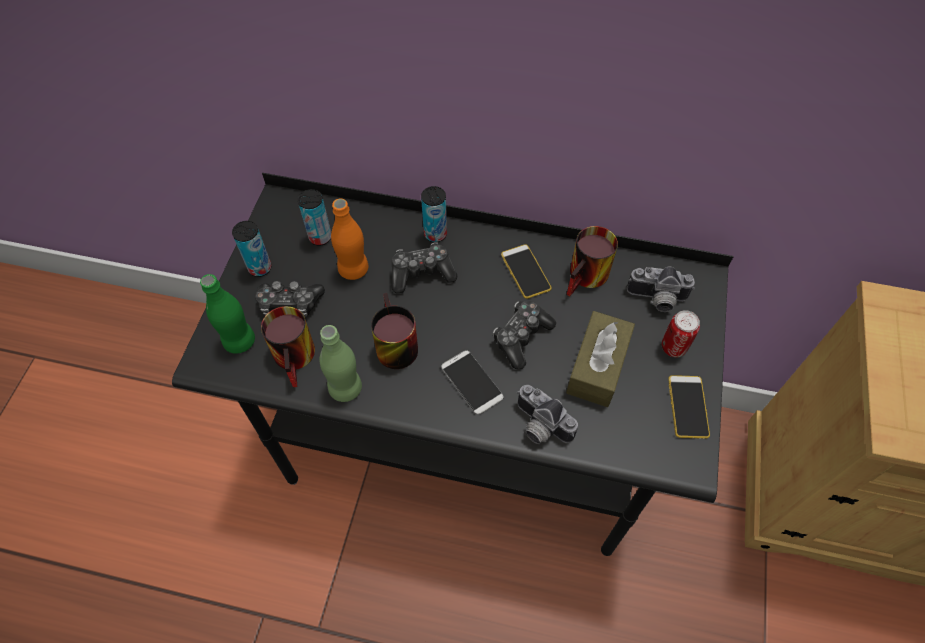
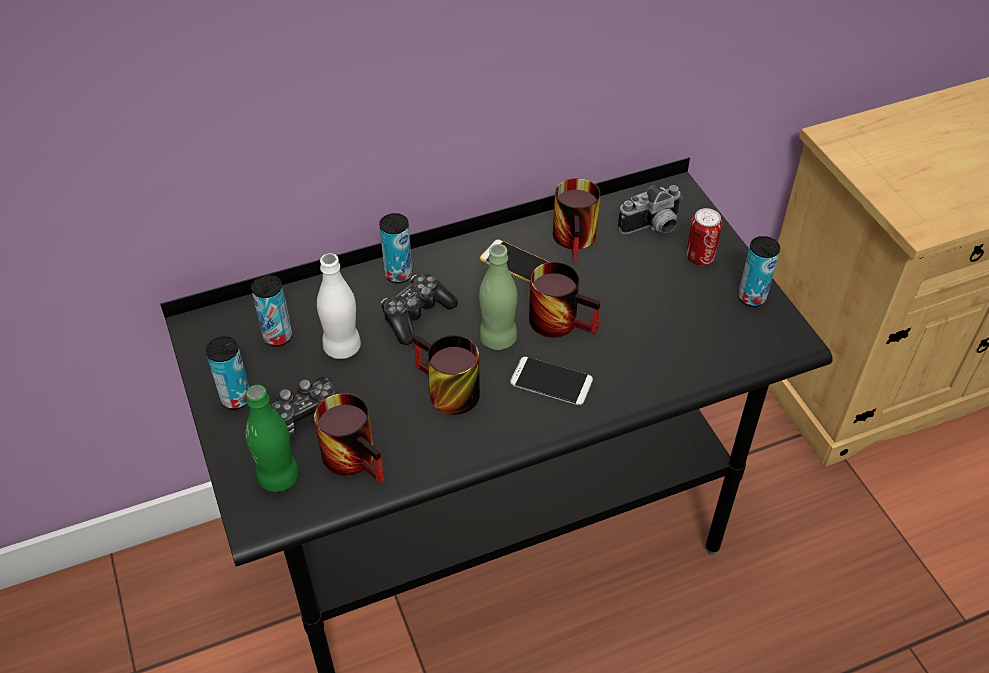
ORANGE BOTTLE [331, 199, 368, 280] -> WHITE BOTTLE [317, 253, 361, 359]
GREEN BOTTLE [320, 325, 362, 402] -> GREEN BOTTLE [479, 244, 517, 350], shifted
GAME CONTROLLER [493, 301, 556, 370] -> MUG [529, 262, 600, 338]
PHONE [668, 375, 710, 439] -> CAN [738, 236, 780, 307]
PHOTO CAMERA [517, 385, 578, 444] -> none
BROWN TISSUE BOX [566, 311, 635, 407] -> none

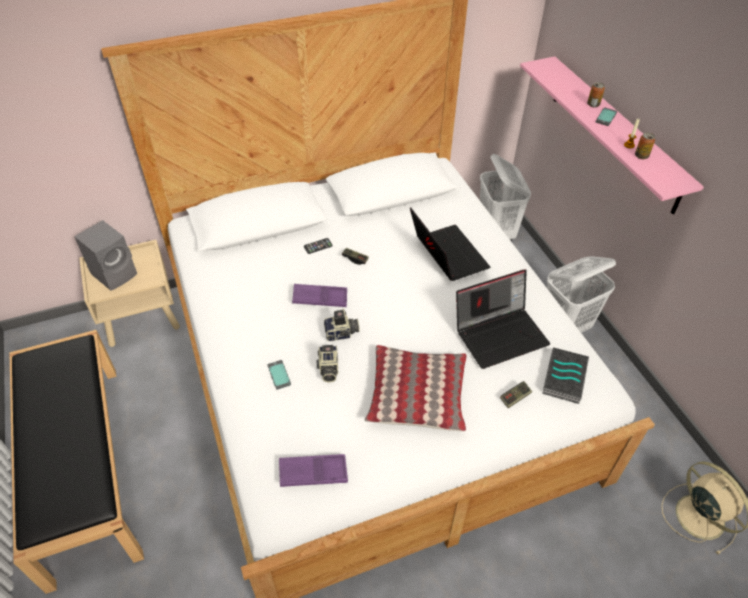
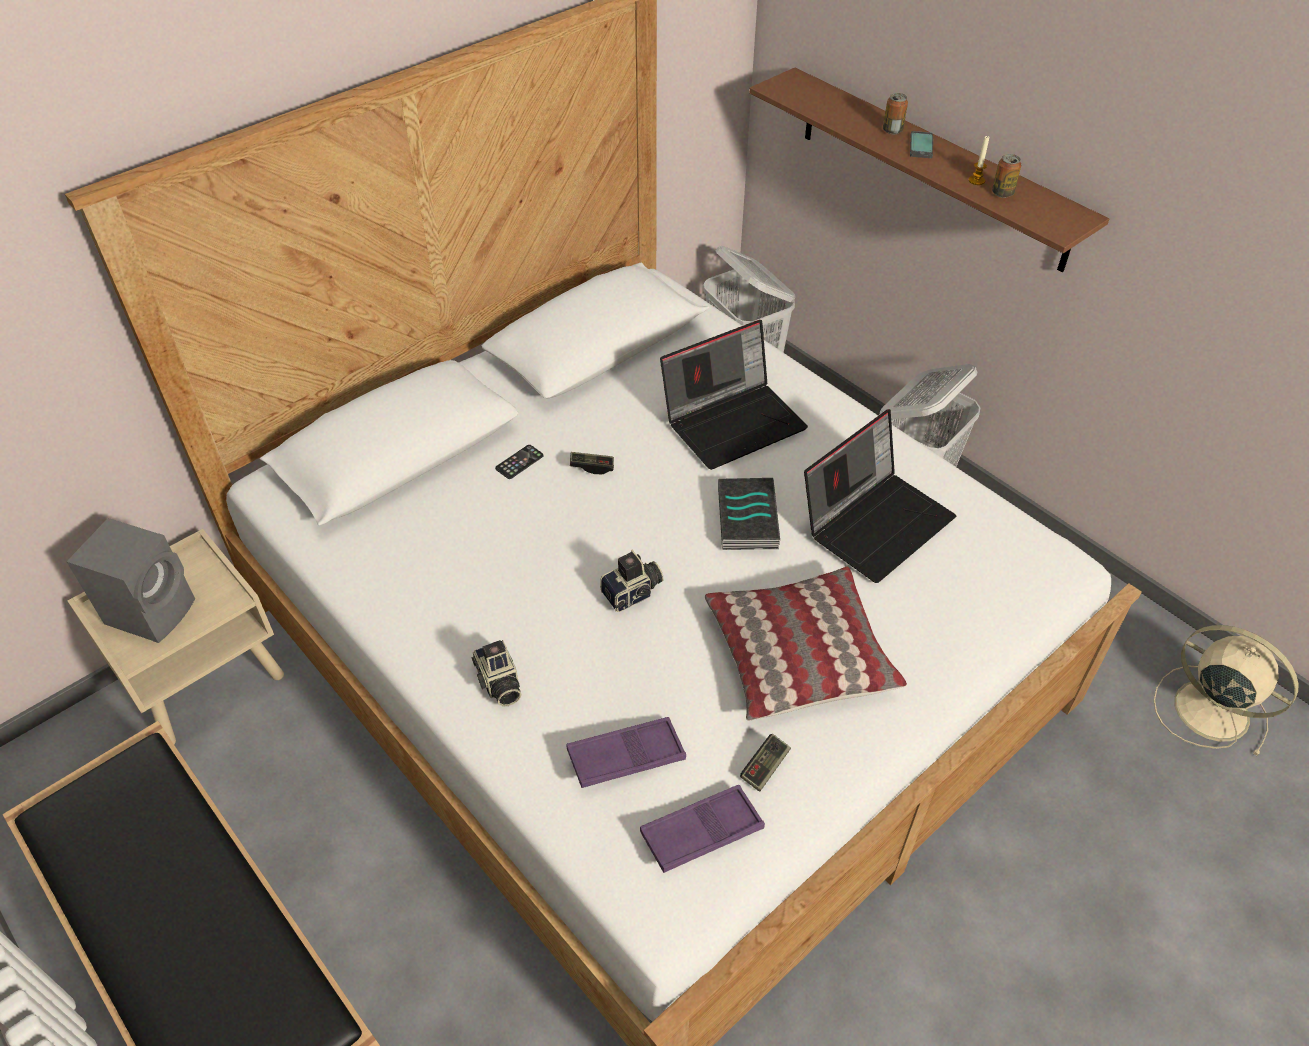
PHOTO CAMERA [316, 345, 339, 383] -> PHOTO CAMERA [471, 640, 521, 707], shifted
PURPLE TRAY [292, 284, 347, 307] -> PURPLE TRAY [567, 717, 686, 788], shifted
LAPTOP [410, 207, 490, 281] -> LAPTOP [660, 320, 808, 470], 105 degrees clockwise
BOOK [542, 348, 589, 404] -> BOOK [718, 478, 780, 550], shifted
GAME CONTROLLER [500, 381, 532, 408] -> GAME CONTROLLER [740, 734, 791, 792], shifted
PINK SHELF [520, 56, 704, 214] -> BROWN SHELF [749, 67, 1109, 272]
PHONE [268, 360, 291, 390] -> none

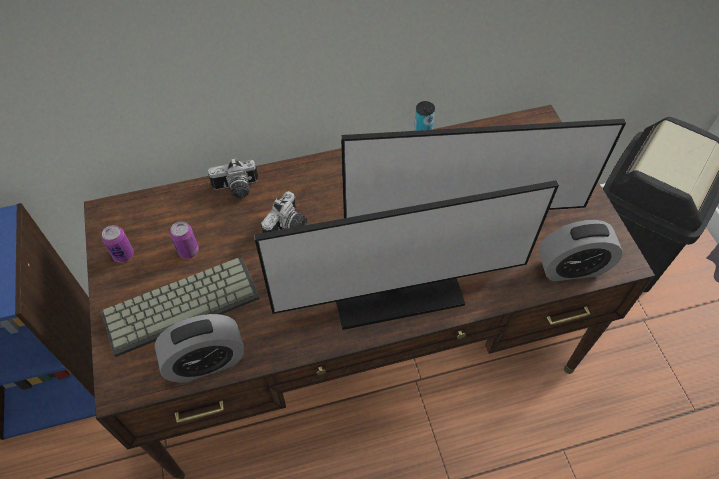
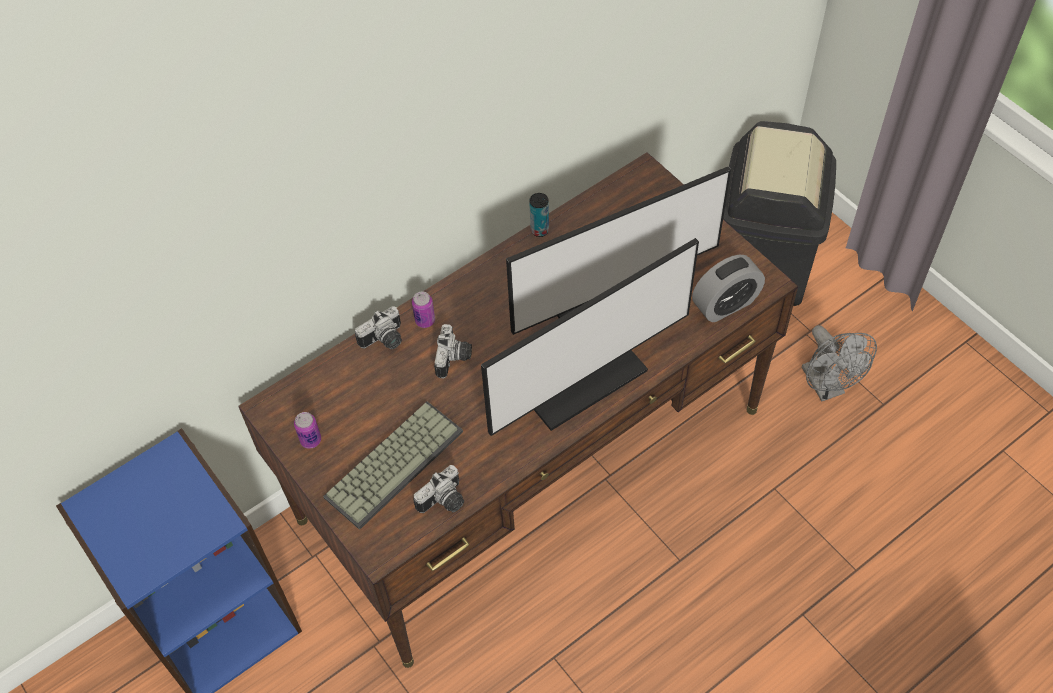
CAN [170, 221, 199, 259] -> CAN [412, 291, 435, 328], shifted
ALARM CLOCK [155, 314, 245, 383] -> PHOTO CAMERA [413, 465, 464, 513]
none -> GREY FAN [802, 325, 877, 401]

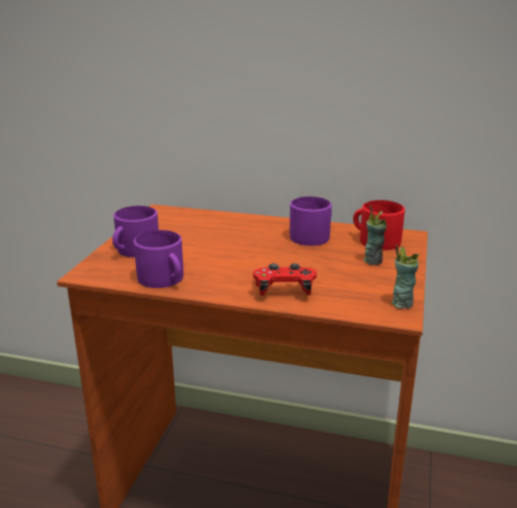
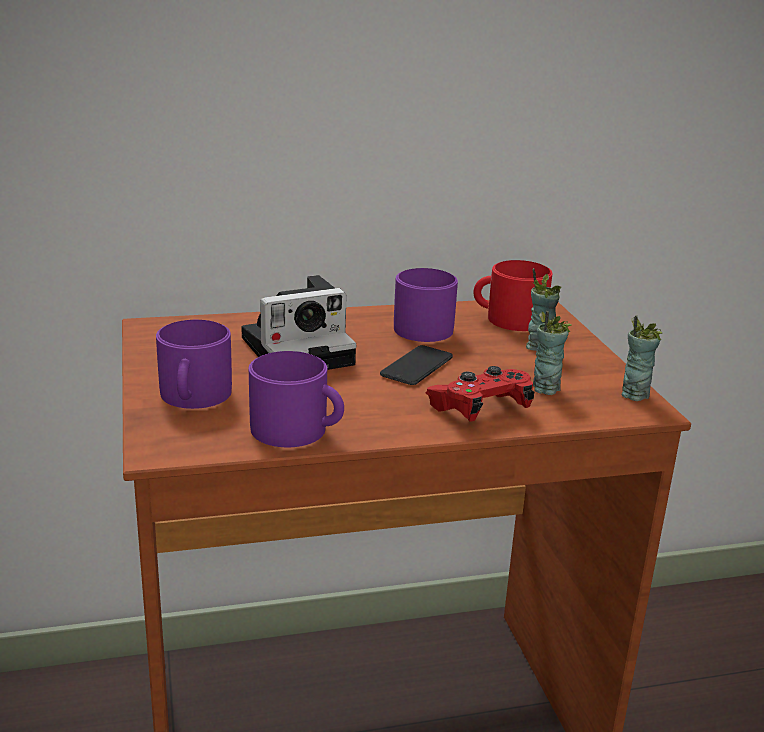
none -> PHOTO CAMERA [241, 275, 356, 370]
none -> PHONE [380, 345, 453, 385]
none -> CUP [533, 311, 572, 395]

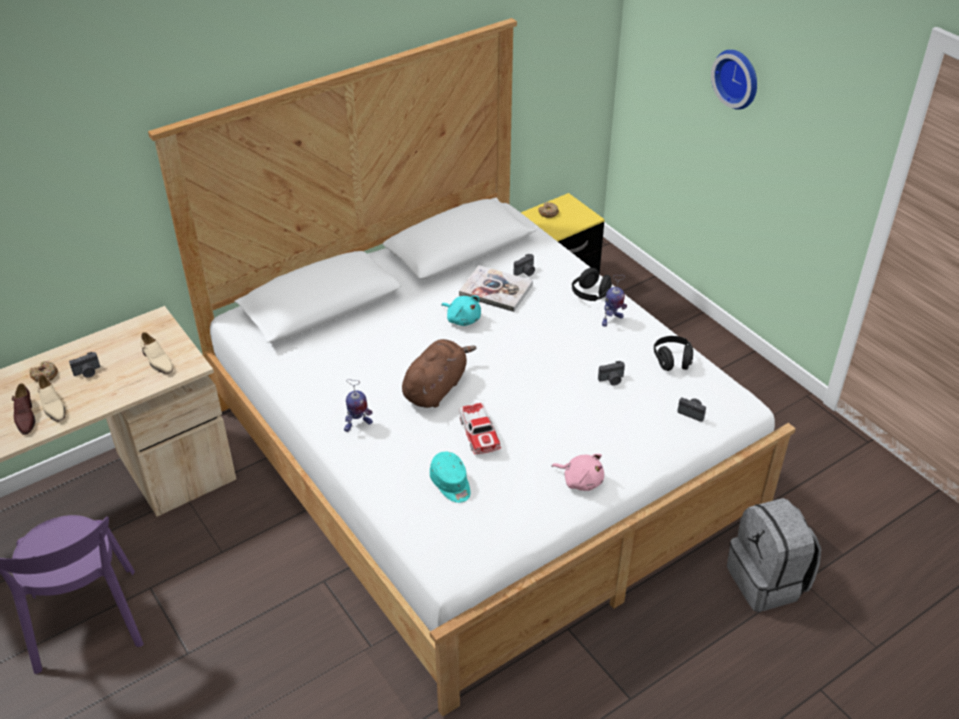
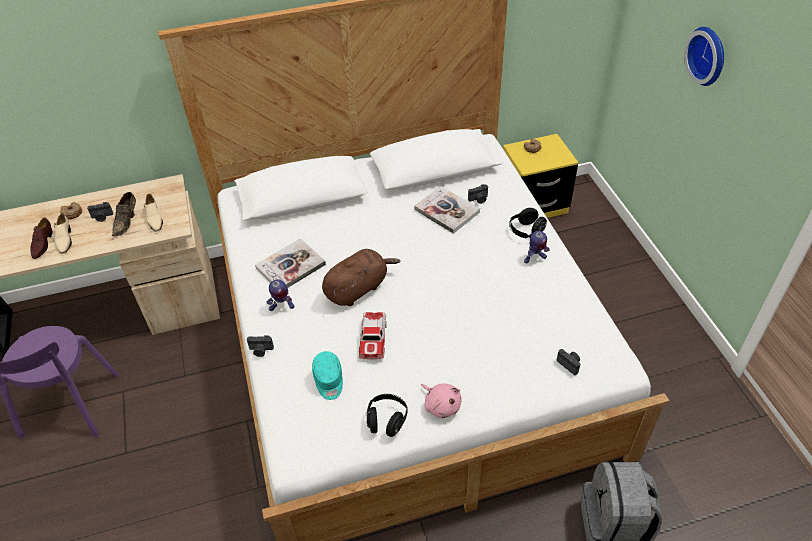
none -> BROWN SHOE [112, 192, 136, 236]
PHOTO CAMERA [598, 361, 625, 386] -> PHOTO CAMERA [247, 335, 274, 357], shifted
none -> BOOK [255, 238, 326, 288]
BLACK HEADPHONES [654, 336, 693, 371] -> BLACK HEADPHONES [367, 394, 408, 437], shifted
TURQUOISE PLUSH TOY [442, 295, 481, 326] -> none

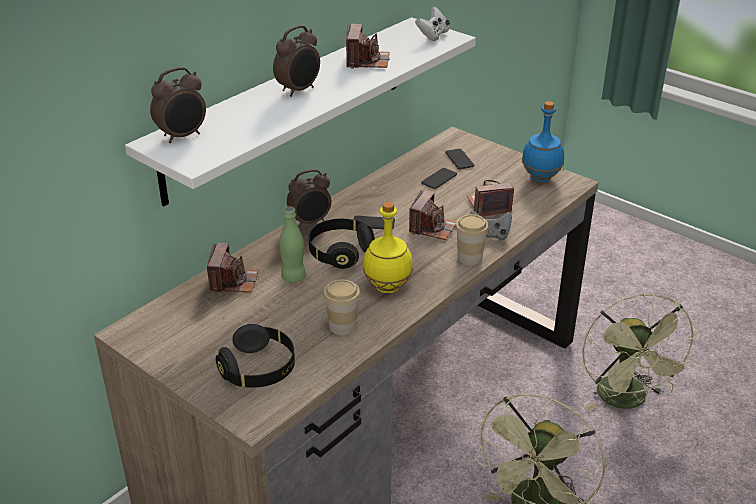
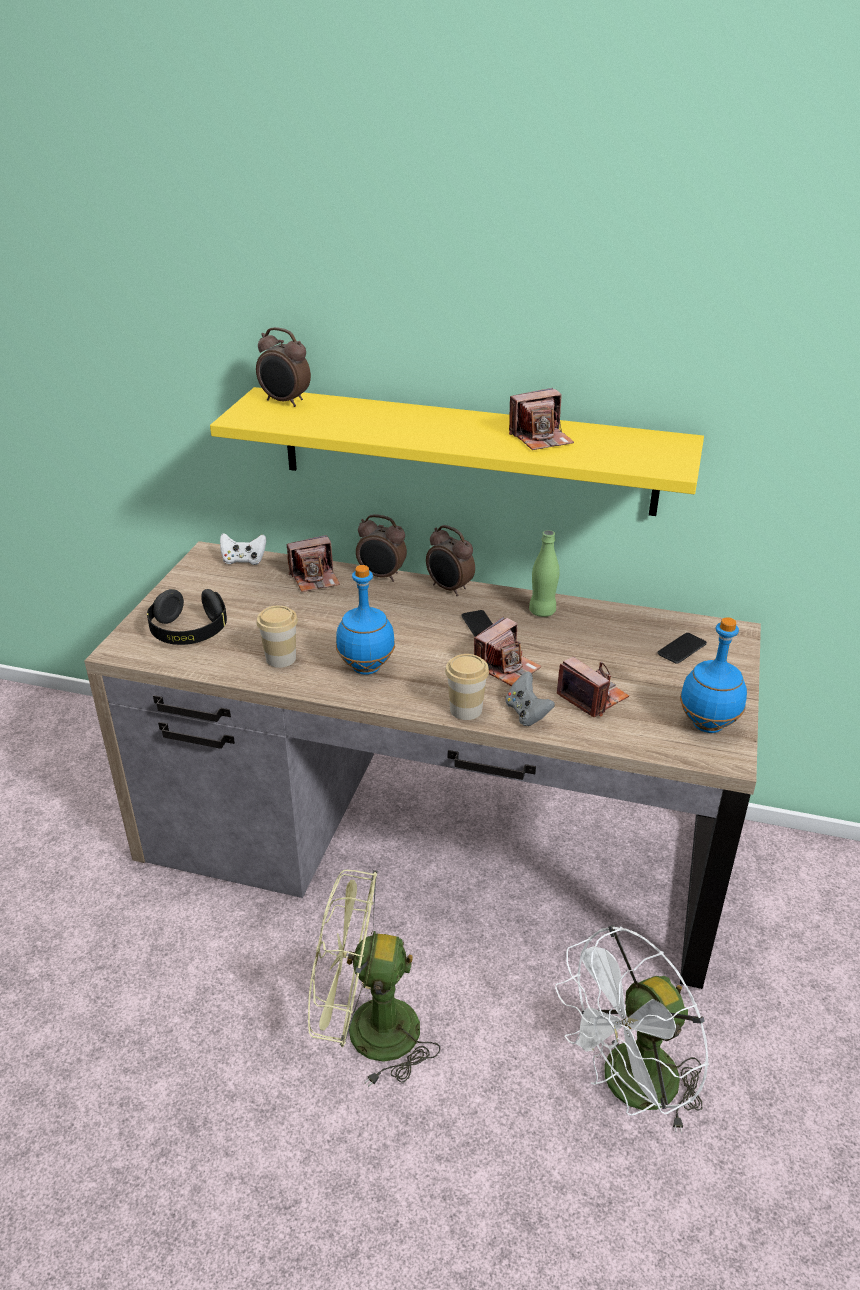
WHITE SHELF [125, 17, 476, 207] -> YELLOW SHELF [210, 387, 704, 516]
WHITE GAME CONTROLLER [415, 7, 450, 41] -> WHITE GAME CONTROLLER [220, 533, 266, 565], shifted
YELLOW BOTTLE [363, 202, 413, 293] -> BLUE BOTTLE [336, 565, 395, 675]
ALARM CLOCK [273, 25, 320, 97] -> ALARM CLOCK [356, 514, 407, 582], shifted
PHOTO CAMERA [409, 190, 457, 240] -> PHOTO CAMERA [474, 617, 541, 686], 45 degrees counterclockwise
GREEN BOTTLE [279, 206, 306, 283] -> GREEN BOTTLE [529, 530, 560, 617], shifted
GREEN FAN [582, 293, 700, 411] -> WHITE FAN [555, 925, 709, 1133]
BLACK HEADPHONES [308, 219, 375, 269] -> none
PHONE [421, 168, 457, 189] -> none

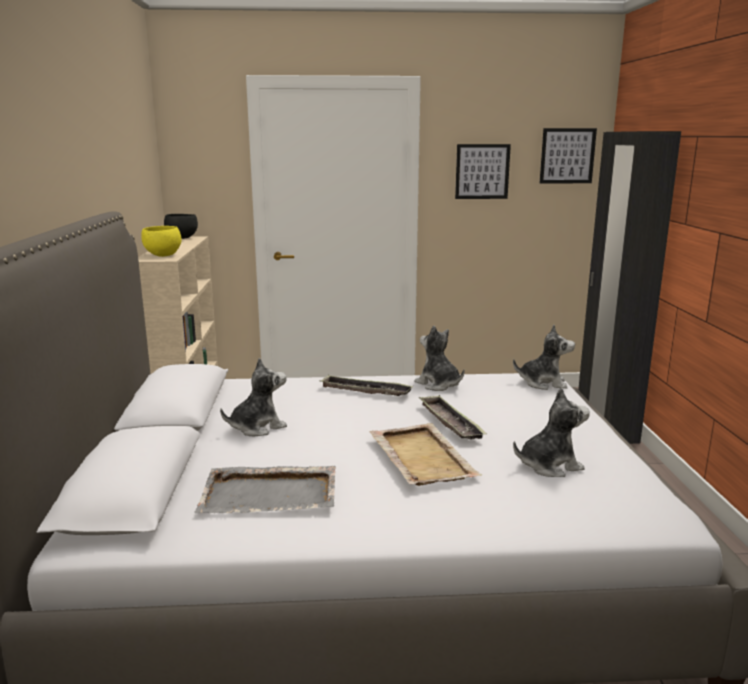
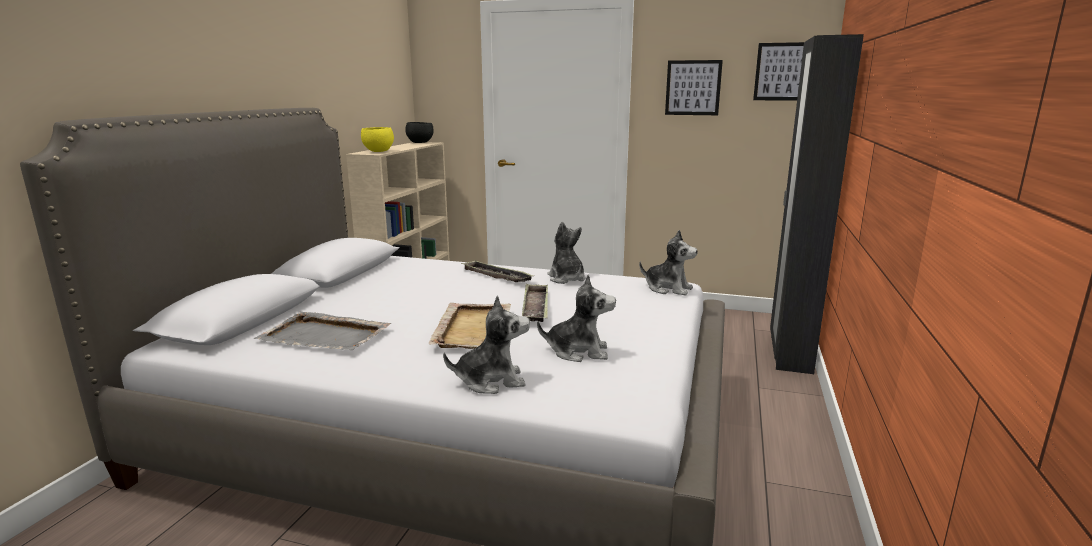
PLUSH TOY [220, 358, 287, 437] -> PLUSH TOY [443, 295, 530, 394], shifted

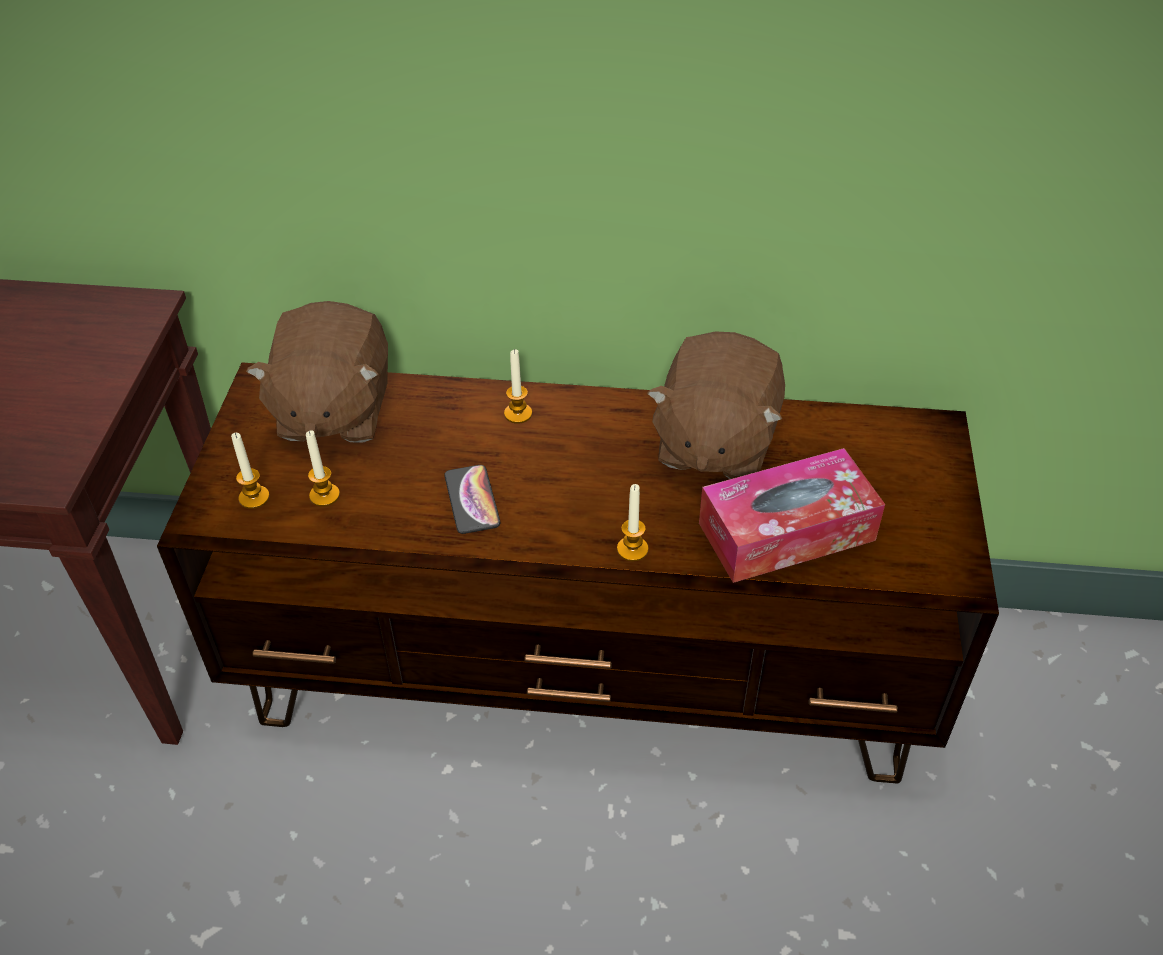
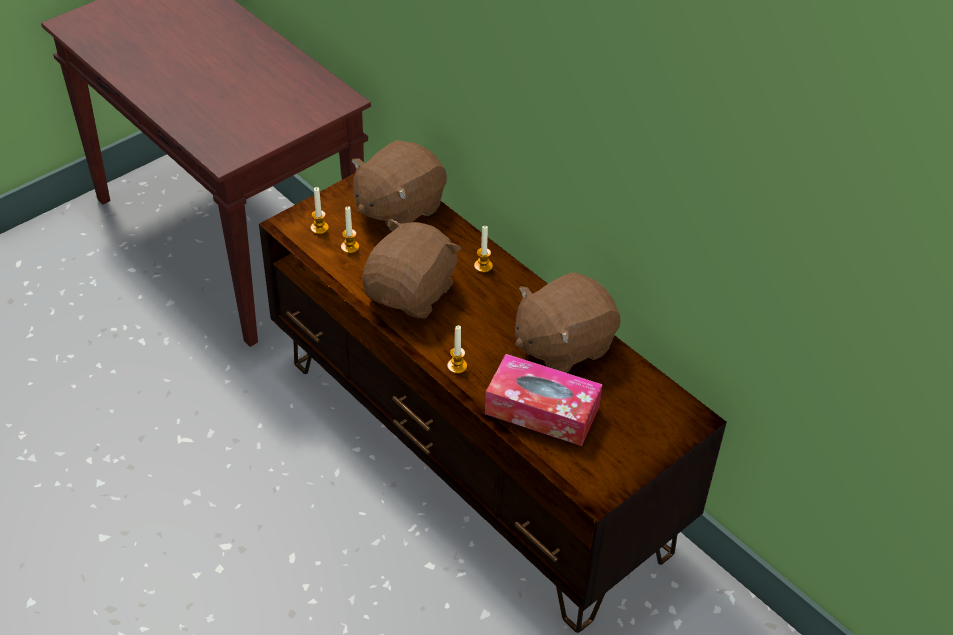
PHONE [444, 465, 500, 534] -> BROWN PLUSH TOY [362, 218, 462, 319]

